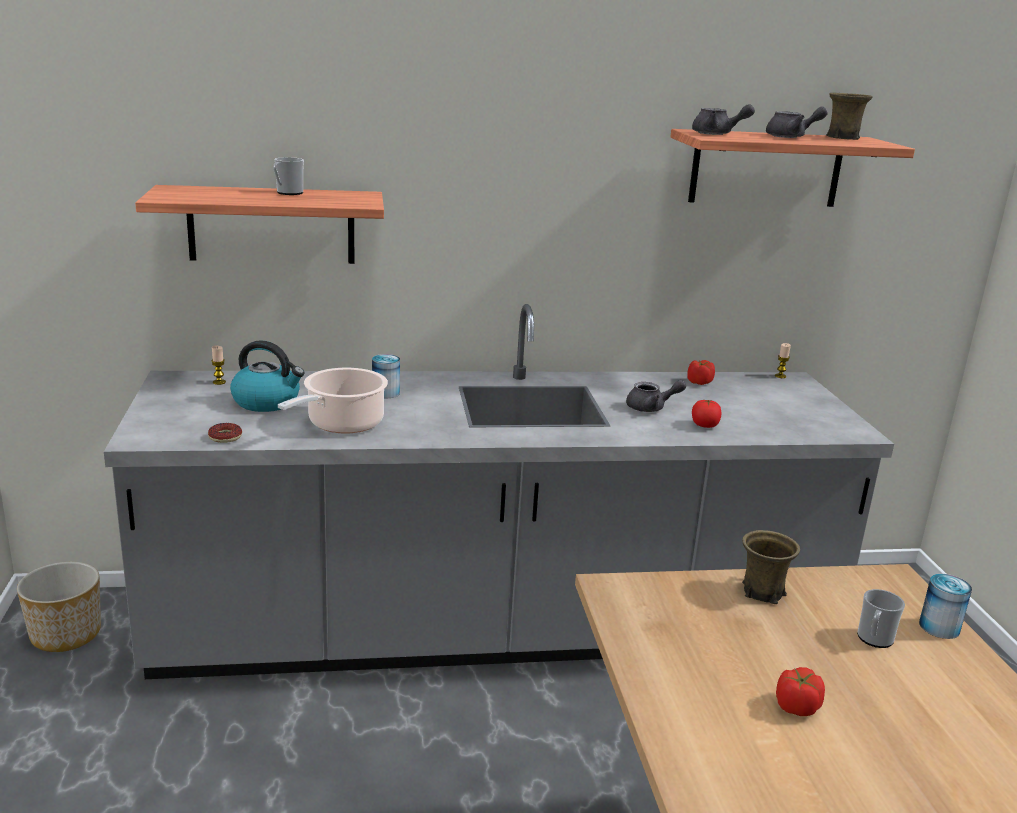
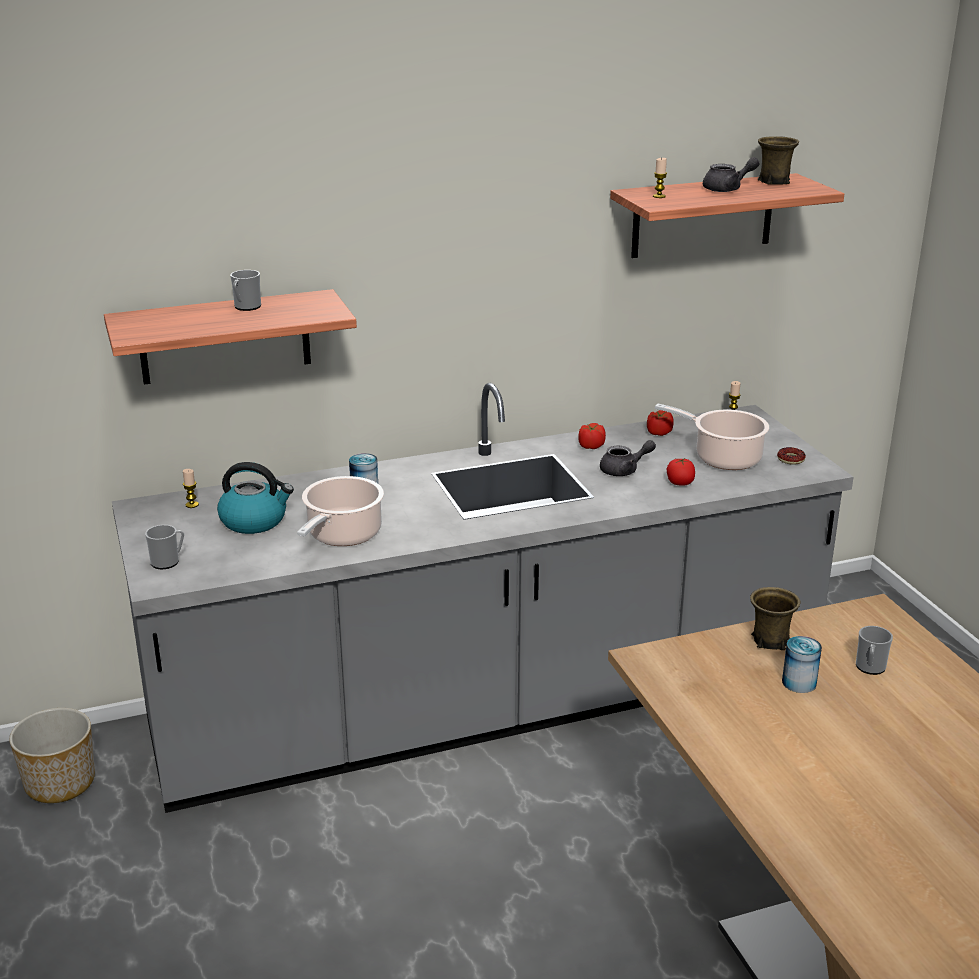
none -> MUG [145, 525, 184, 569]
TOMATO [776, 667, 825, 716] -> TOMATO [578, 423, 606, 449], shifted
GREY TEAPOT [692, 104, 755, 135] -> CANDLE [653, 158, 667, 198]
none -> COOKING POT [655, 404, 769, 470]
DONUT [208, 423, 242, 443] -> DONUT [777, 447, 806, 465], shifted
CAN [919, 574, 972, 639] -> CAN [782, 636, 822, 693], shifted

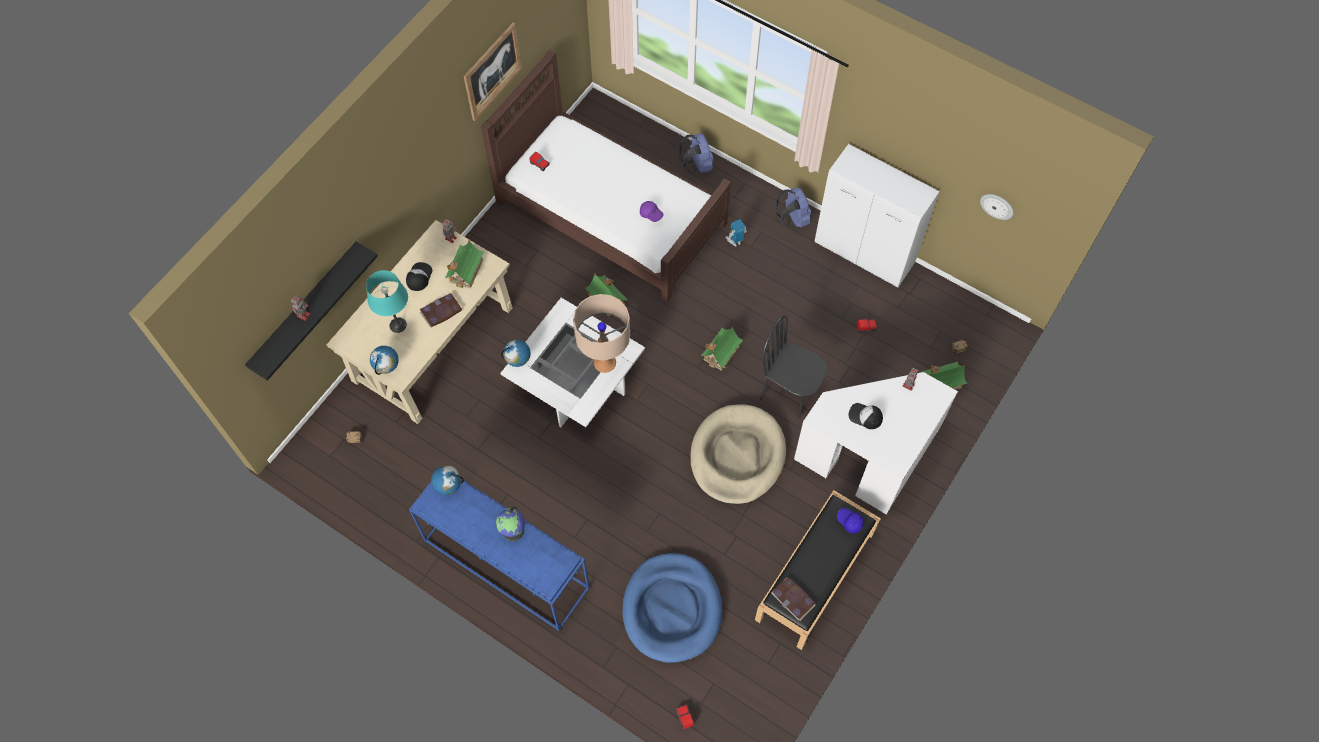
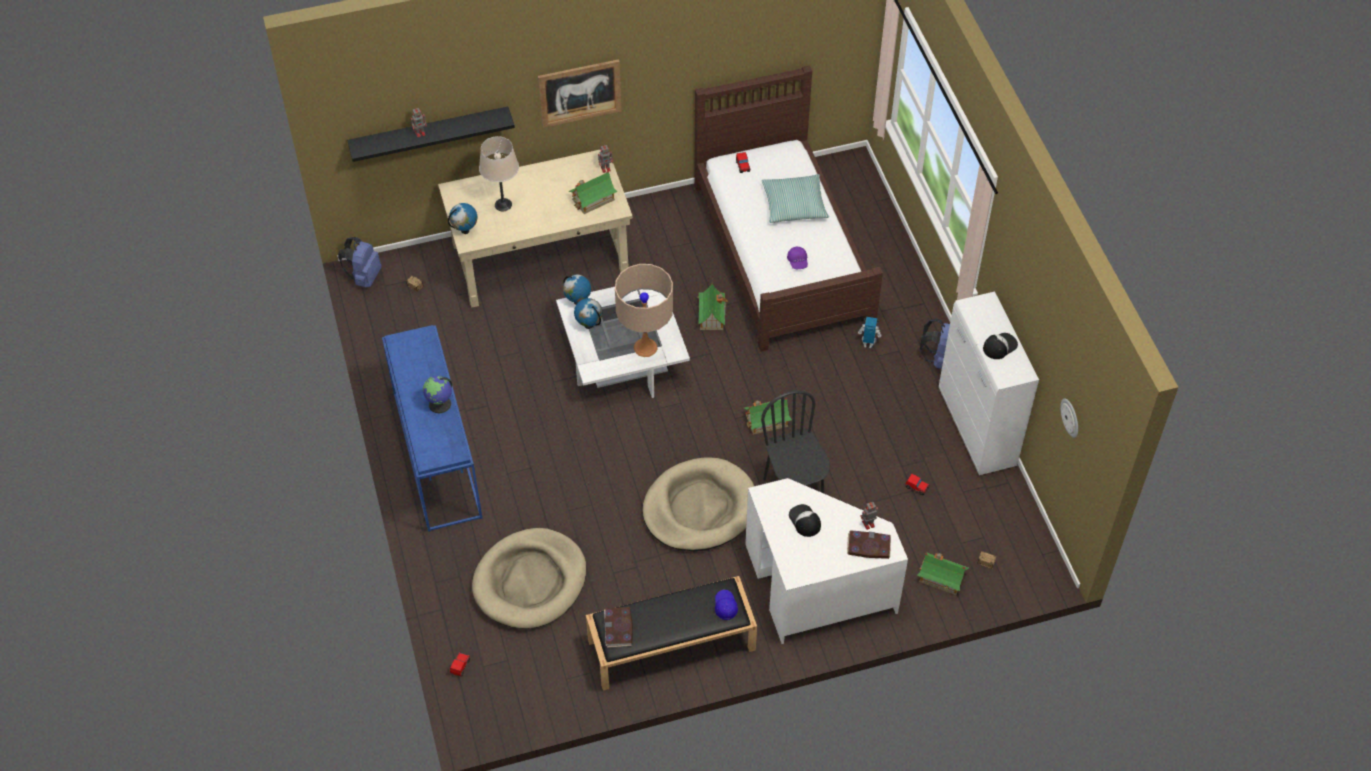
BLUE BACKPACK [679, 133, 714, 173] -> BLUE BACKPACK [338, 237, 382, 288], shifted
BLUE DOG BED [622, 553, 722, 663] -> BEIGE DOG BED [472, 528, 586, 629]
TURQUOISE TABLE LAMP [366, 270, 408, 333] -> BEIGE TABLE LAMP [479, 136, 519, 211]
PICTURE [464, 22, 522, 121] -> PICTURE [538, 59, 621, 128], shifted
GLOBE [431, 465, 464, 495] -> GLOBE [574, 298, 602, 329], shifted
none -> PILLOW [761, 174, 829, 223]
BOOK [420, 293, 462, 327] -> BOOK [847, 530, 891, 559], shifted
CAP [406, 262, 432, 291] -> CAP [983, 333, 1018, 359], shifted

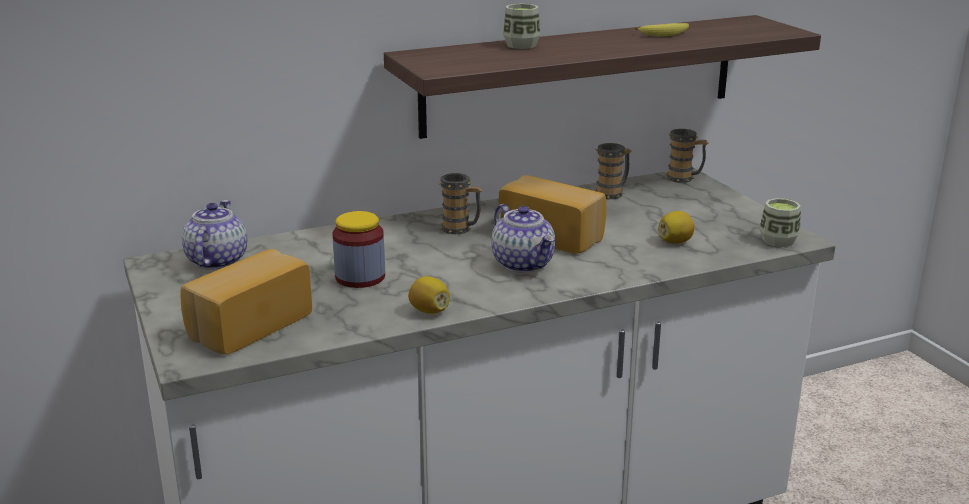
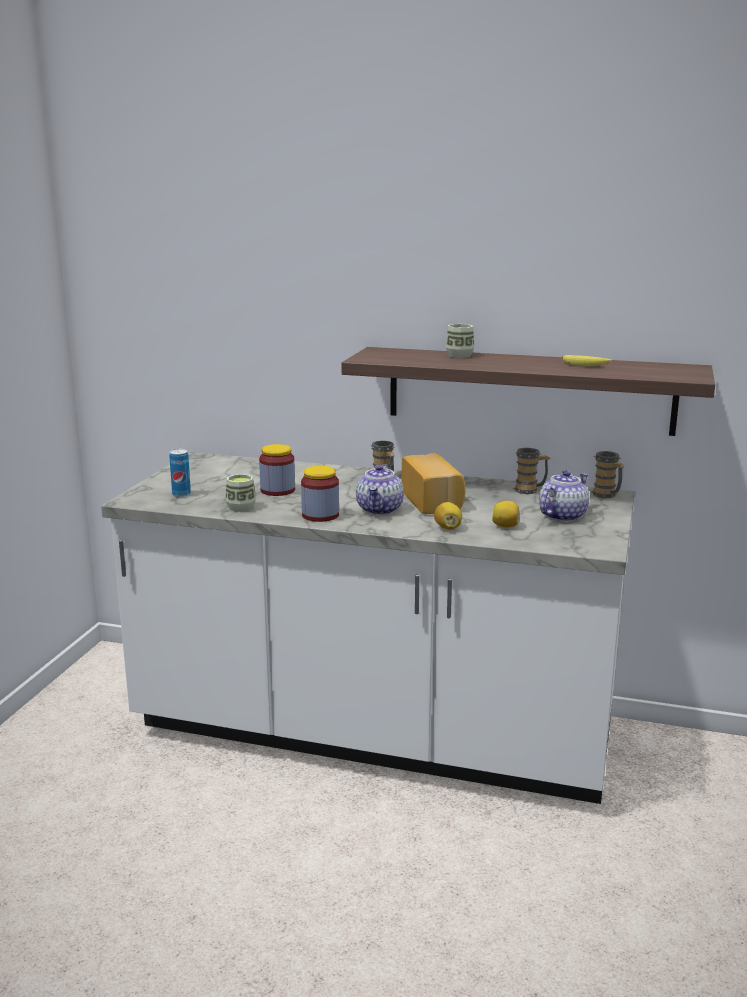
BREAD [180, 249, 312, 354] -> CAN [169, 449, 191, 497]
CUP [760, 198, 801, 247] -> CUP [226, 474, 256, 512], shifted
none -> JAR [301, 466, 339, 522]
LEMON [408, 276, 450, 314] -> LEMON [434, 502, 462, 530], shifted
TEAPOT [182, 200, 247, 270] -> TEAPOT [539, 470, 589, 522], shifted

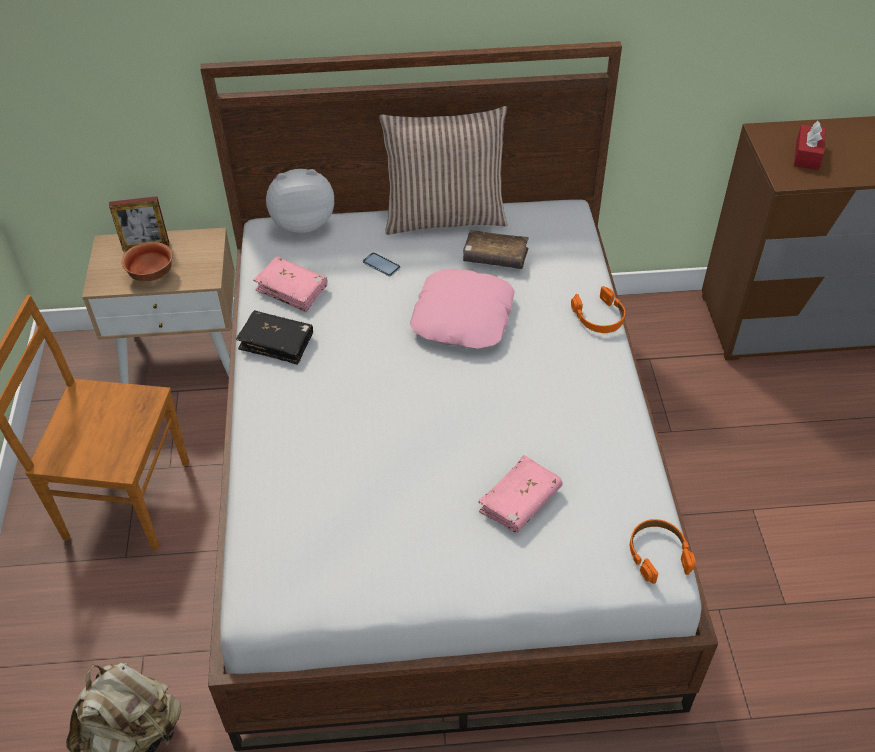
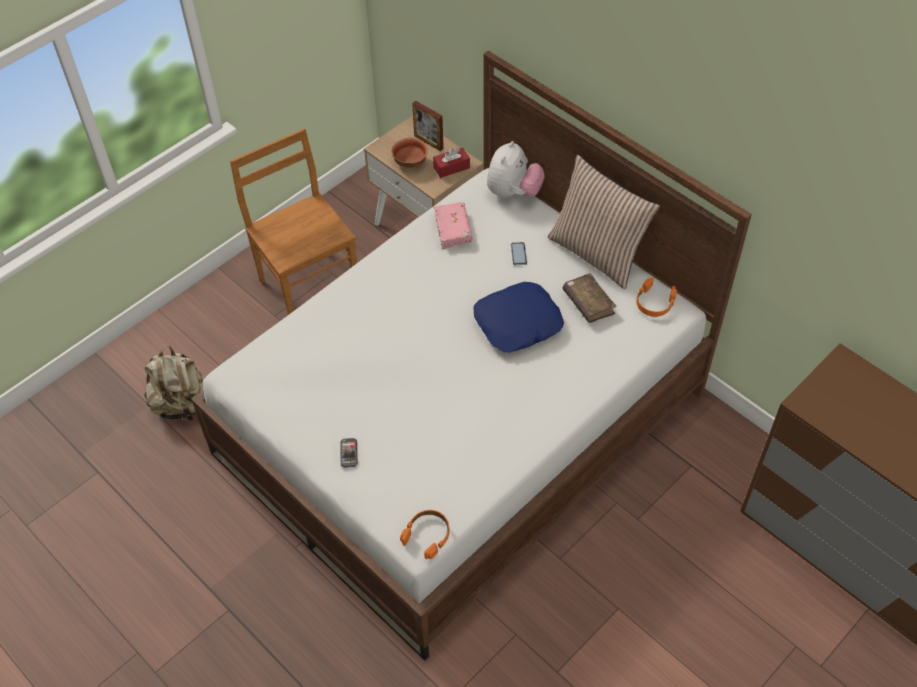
none -> PHONE [340, 438, 358, 468]
RED TISSUE BOX [794, 121, 826, 170] -> RED TISSUE BOX [433, 147, 470, 178], shifted
PINK PILLOW [410, 269, 514, 349] -> BLUE PILLOW [474, 282, 564, 353]
PLUSH TOY [266, 169, 334, 233] -> PLUSH TOY [487, 141, 544, 198], 75 degrees clockwise
ORANGE HEADPHONES [571, 286, 625, 333] -> ORANGE HEADPHONES [636, 278, 677, 317], shifted
BLACK BOOK [236, 310, 313, 365] -> none
PINK BOOK [478, 455, 563, 533] -> none

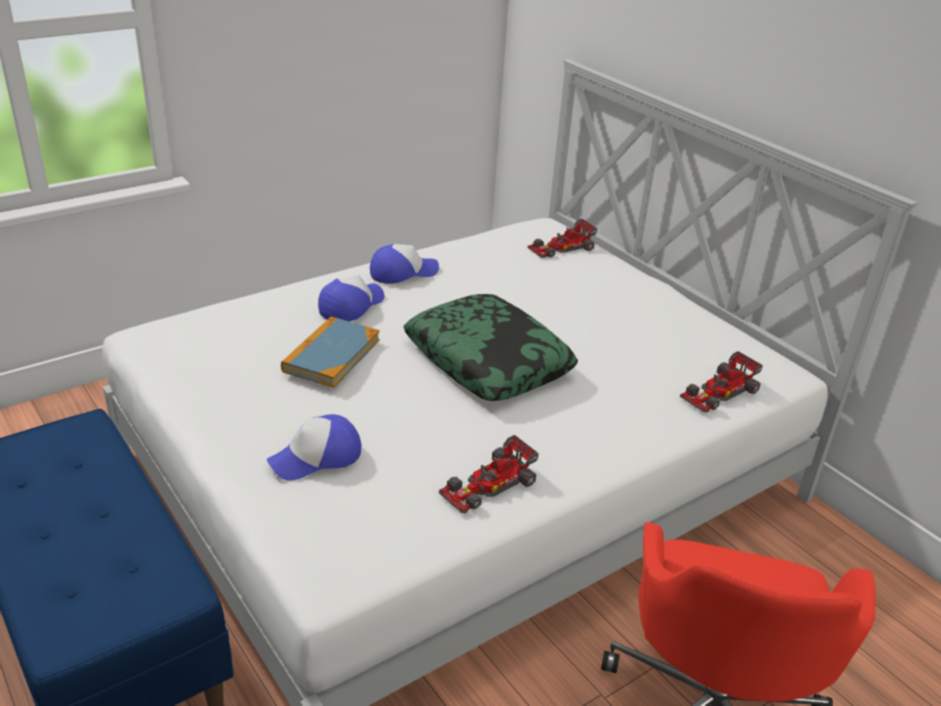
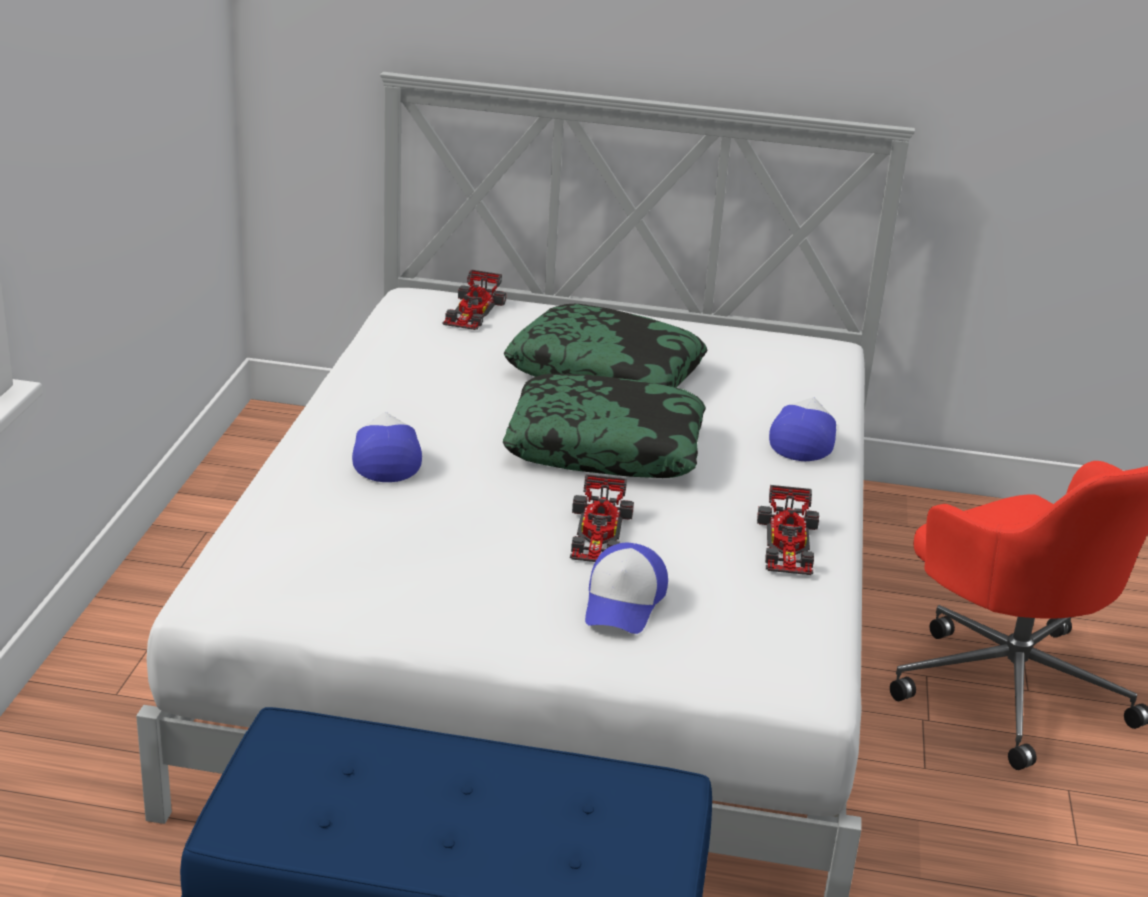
none -> PILLOW [504, 304, 707, 388]
TOY CAR [680, 351, 763, 413] -> TOY CAR [570, 474, 634, 562], shifted
CAP [370, 244, 439, 284] -> CAP [769, 397, 836, 461], shifted
BOOK [281, 317, 380, 388] -> none

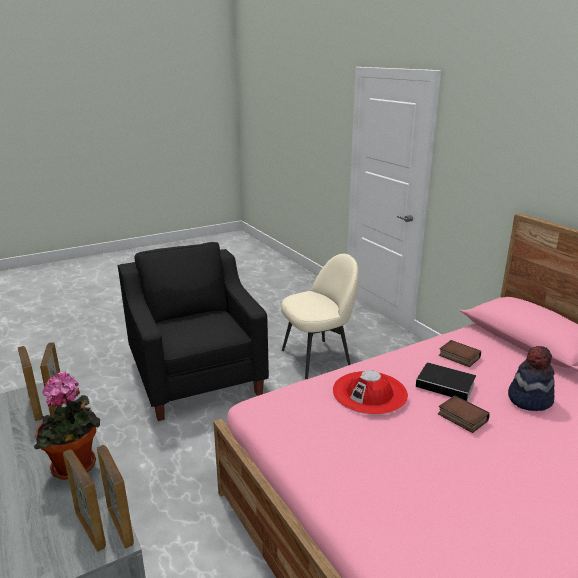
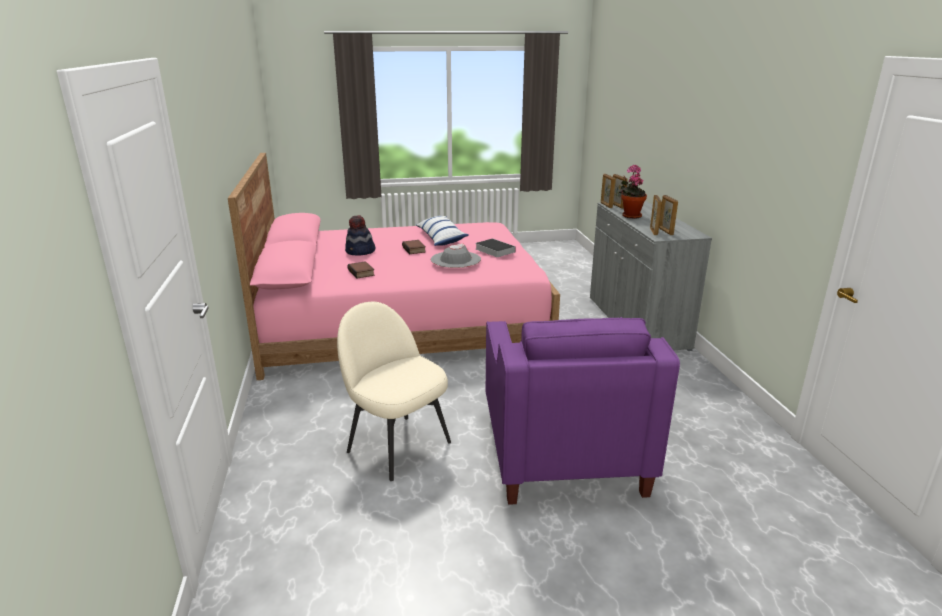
BEIGE CHAIR [281, 254, 359, 379] -> BEIGE CHAIR [337, 302, 451, 481], 45 degrees clockwise
none -> PILLOW [416, 216, 469, 246]
RED HAT [333, 370, 408, 415] -> GREY HAT [431, 243, 481, 268]
BOOK [416, 362, 477, 403] -> BOOK [475, 238, 516, 257], shifted
BLACK ARMCHAIR [118, 242, 269, 421] -> PURPLE ARMCHAIR [486, 317, 680, 505]

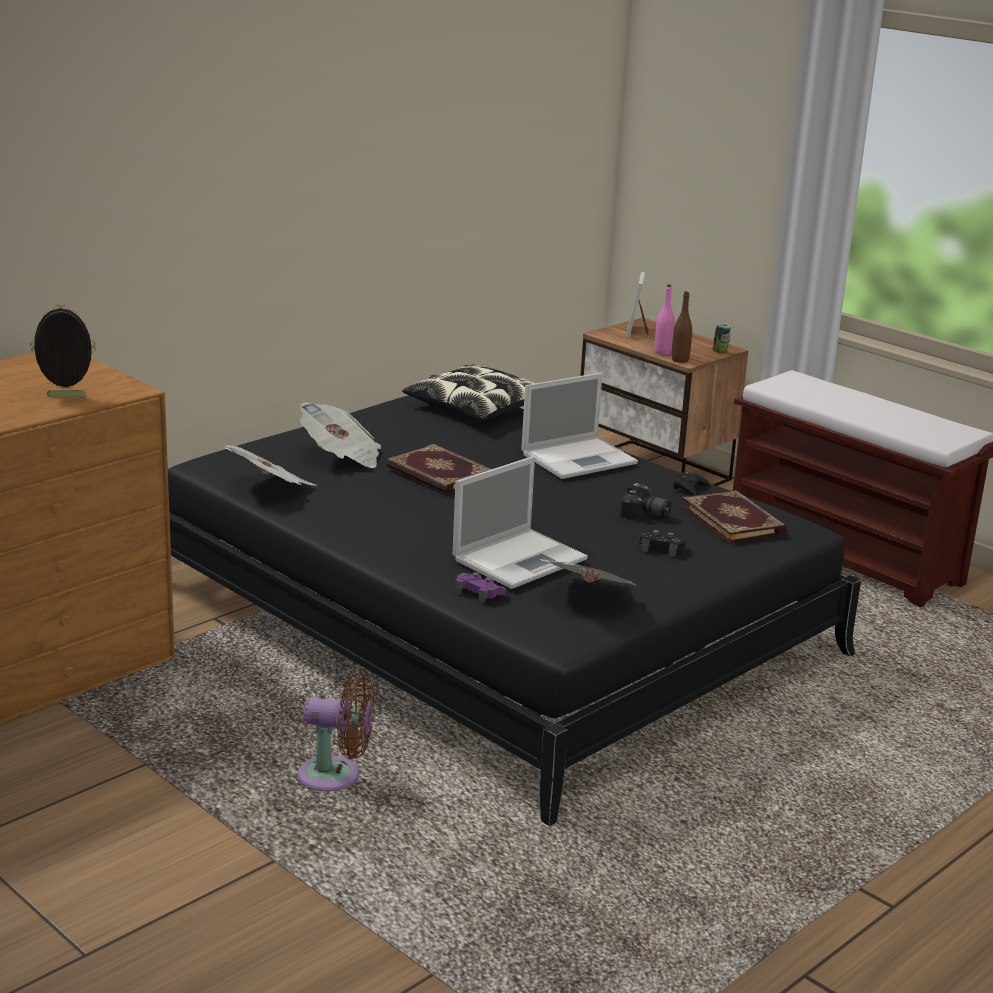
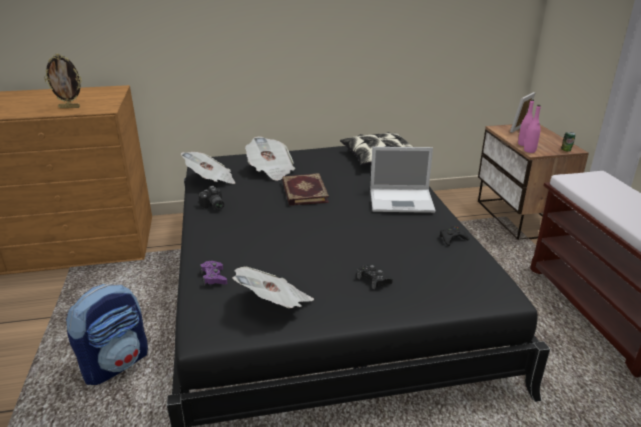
PICTURE FRAME [30, 304, 96, 397] -> PICTURE FRAME [44, 54, 82, 108], 150 degrees clockwise
BROWN FAN [298, 674, 374, 792] -> BACKPACK [66, 284, 148, 385]
PHOTO CAMERA [620, 483, 671, 520] -> PHOTO CAMERA [198, 186, 224, 210], shifted
BROWN BOTTLE [672, 291, 692, 363] -> PINK BOTTLE [524, 105, 541, 153]
LAPTOP [453, 456, 588, 589] -> none
BOOK [681, 490, 787, 544] -> none

